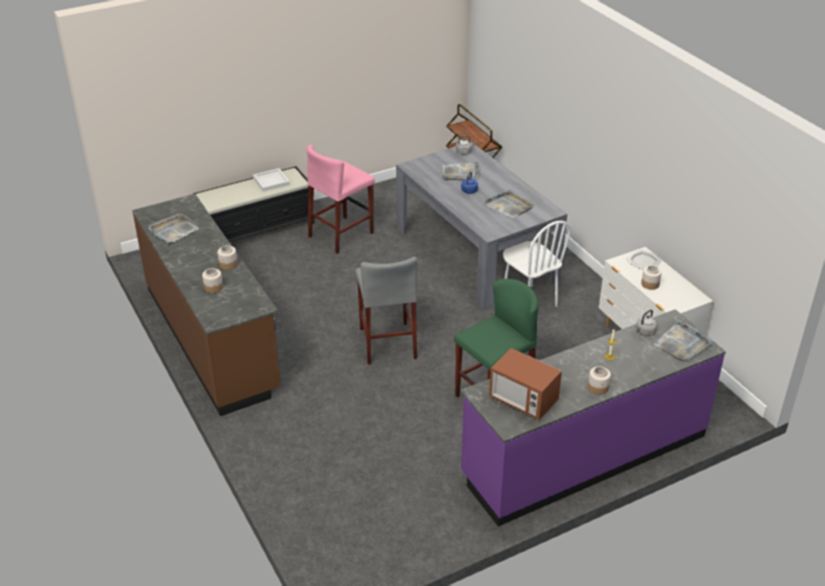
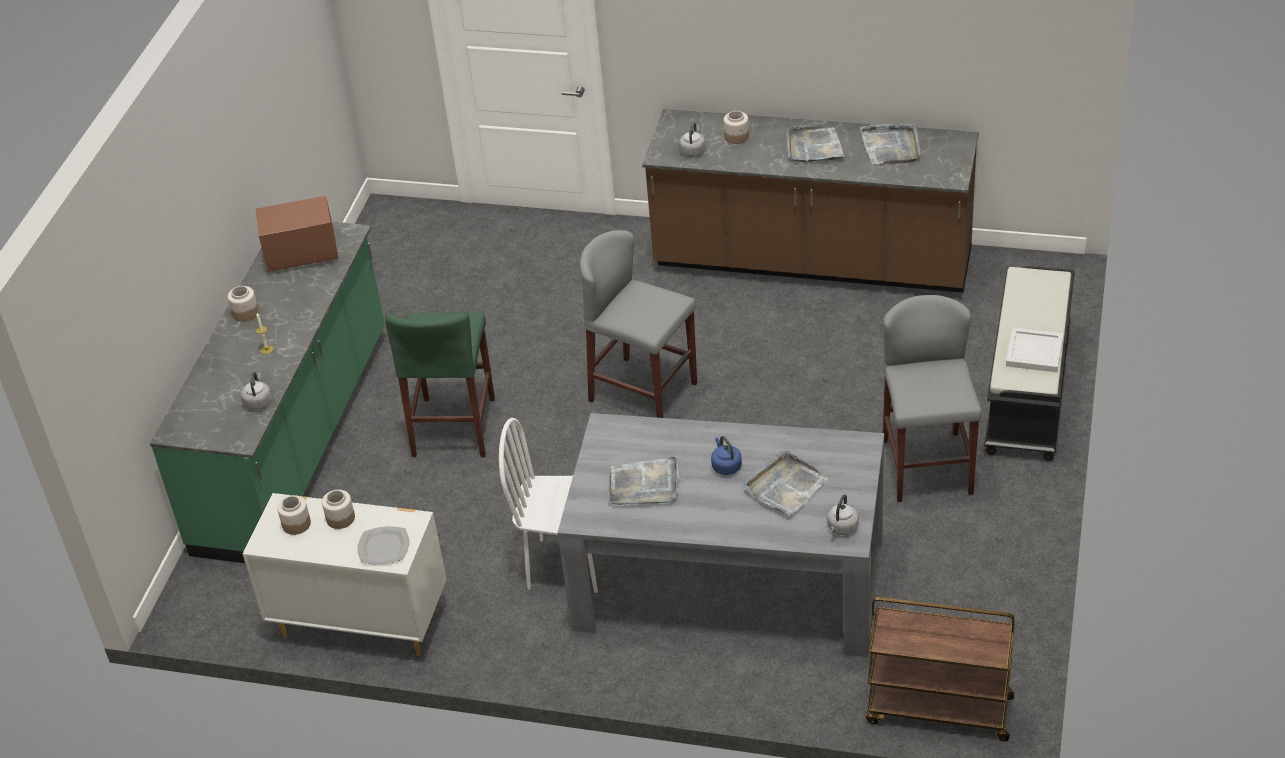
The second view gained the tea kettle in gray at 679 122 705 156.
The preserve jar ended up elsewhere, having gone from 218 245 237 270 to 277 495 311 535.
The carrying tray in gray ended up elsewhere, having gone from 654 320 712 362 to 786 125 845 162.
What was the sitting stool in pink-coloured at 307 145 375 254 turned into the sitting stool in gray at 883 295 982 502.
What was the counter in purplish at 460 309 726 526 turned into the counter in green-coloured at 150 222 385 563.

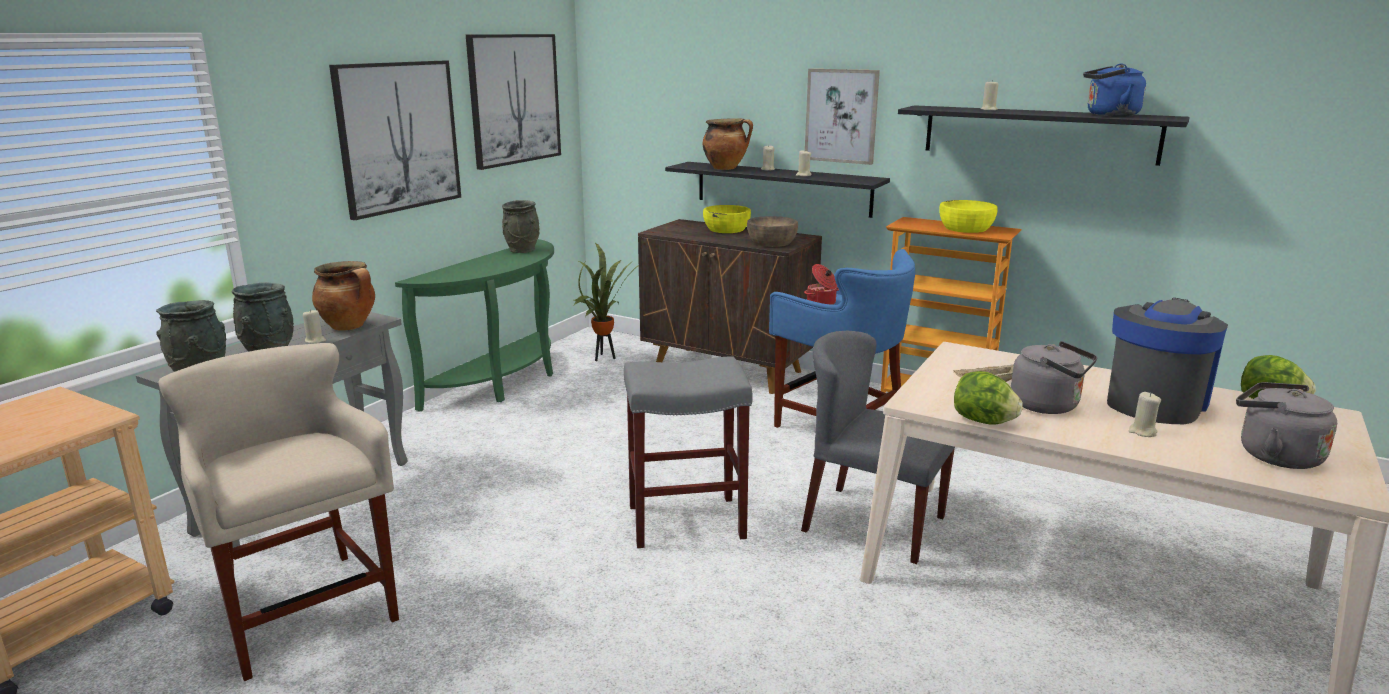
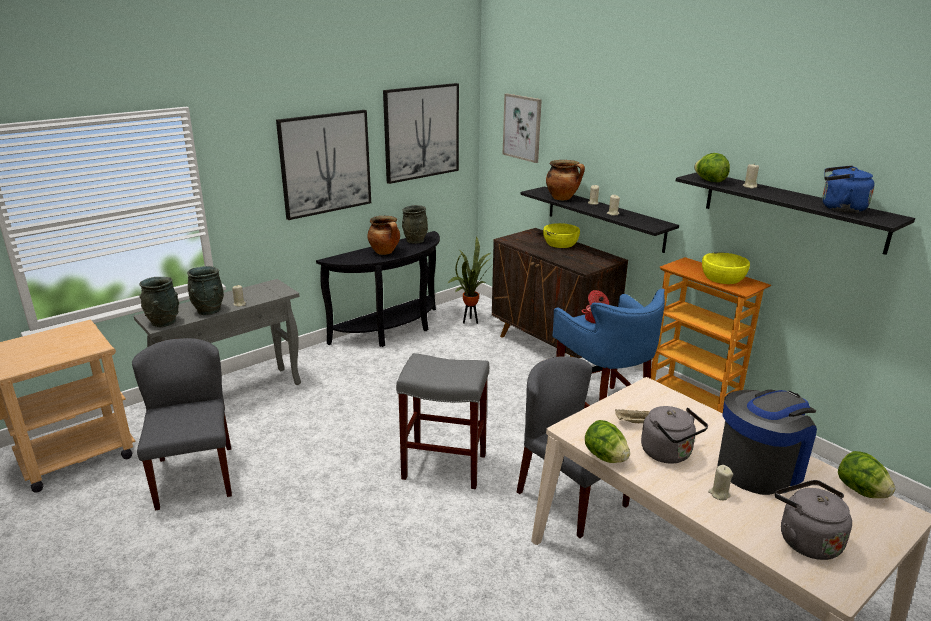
The second view lost the deep dish in brown at 747 216 798 247.
The second view gained the lettuce at 694 153 730 182.
The stockpot ended up elsewhere, having gone from 312 261 375 331 to 367 216 400 255.
The wall art ended up elsewhere, having gone from 805 69 880 165 to 503 94 542 163.
Where the sitting stool in sand-coloured stood at 159 343 399 681, the plain chair in gray came to stand at 132 338 232 511.
What was the console table in green-coloured at 395 239 554 412 turned into the console table in blackish at 316 231 440 347.

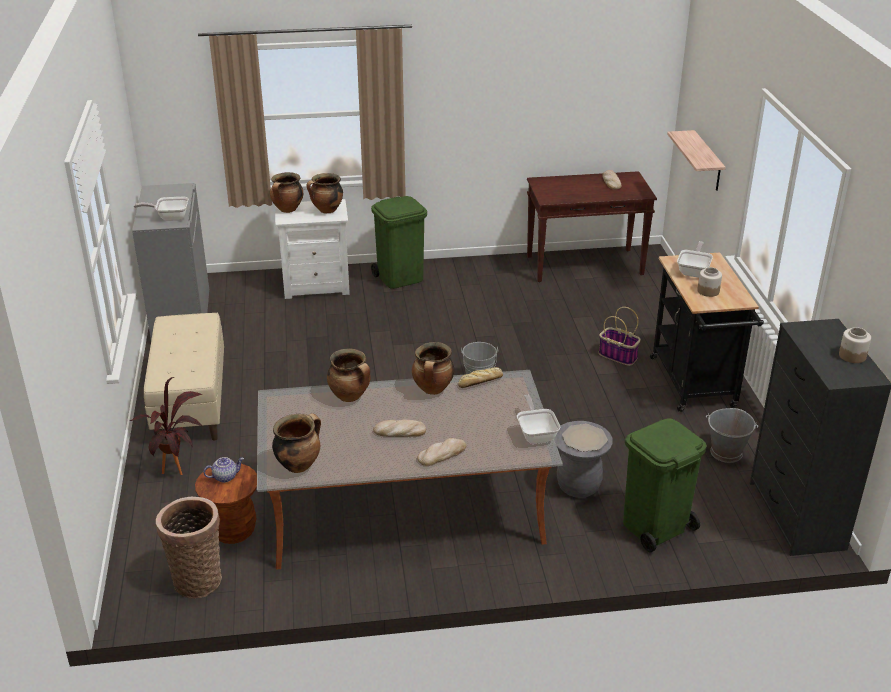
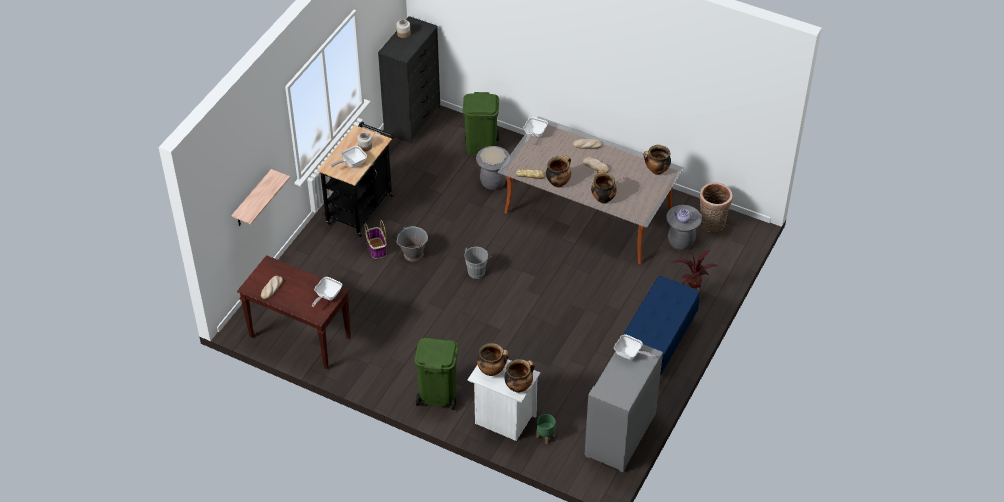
The second view gained the skillet at 312 277 342 307.
The second view gained the planter in green-coloured at 537 414 556 444.
The water bucket in gray ended up elsewhere, having gone from 706 408 758 463 to 397 226 428 262.
What was the long seat in sand-coloured at 144 313 224 441 turned into the long seat in blue at 623 276 700 376.
What was the sitting stool in brown at 195 464 257 544 turned into the sitting stool in gray at 666 205 702 250.

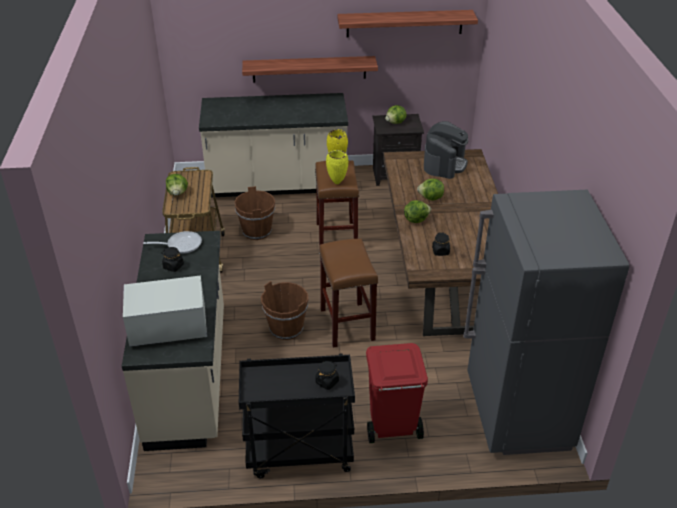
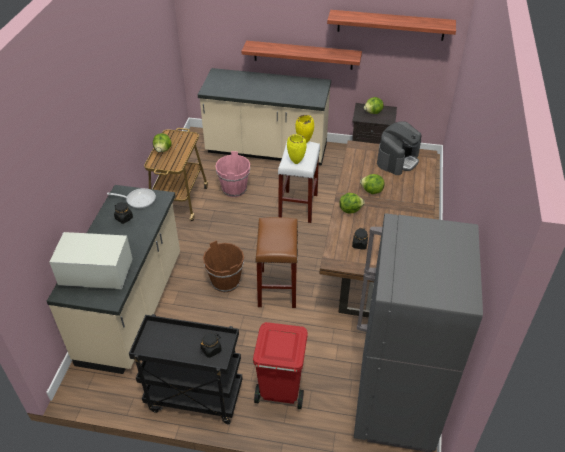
What was the water bucket in brown at 234 186 275 240 turned into the water bucket in pink-coloured at 215 151 250 197.
What was the sitting stool in brown at 315 160 359 247 turned into the sitting stool in white at 278 142 320 223.

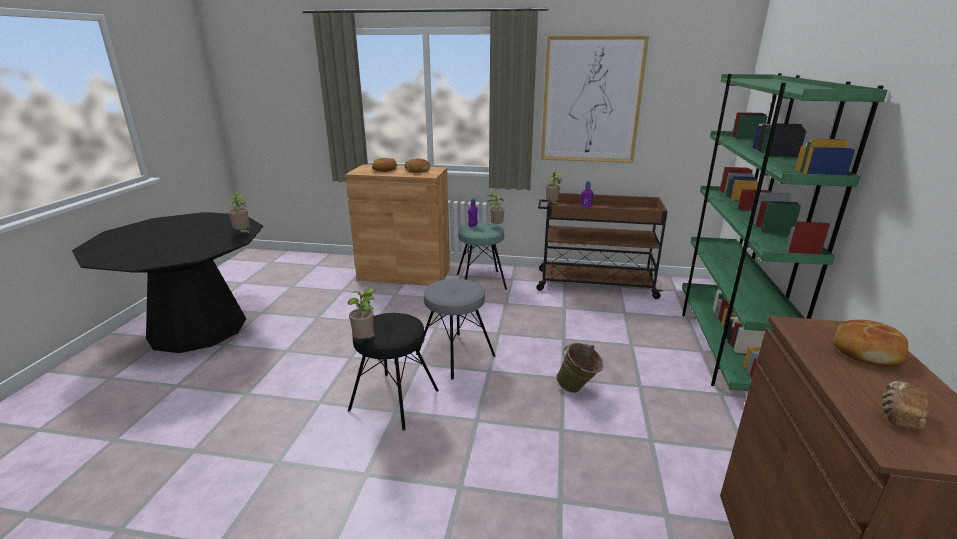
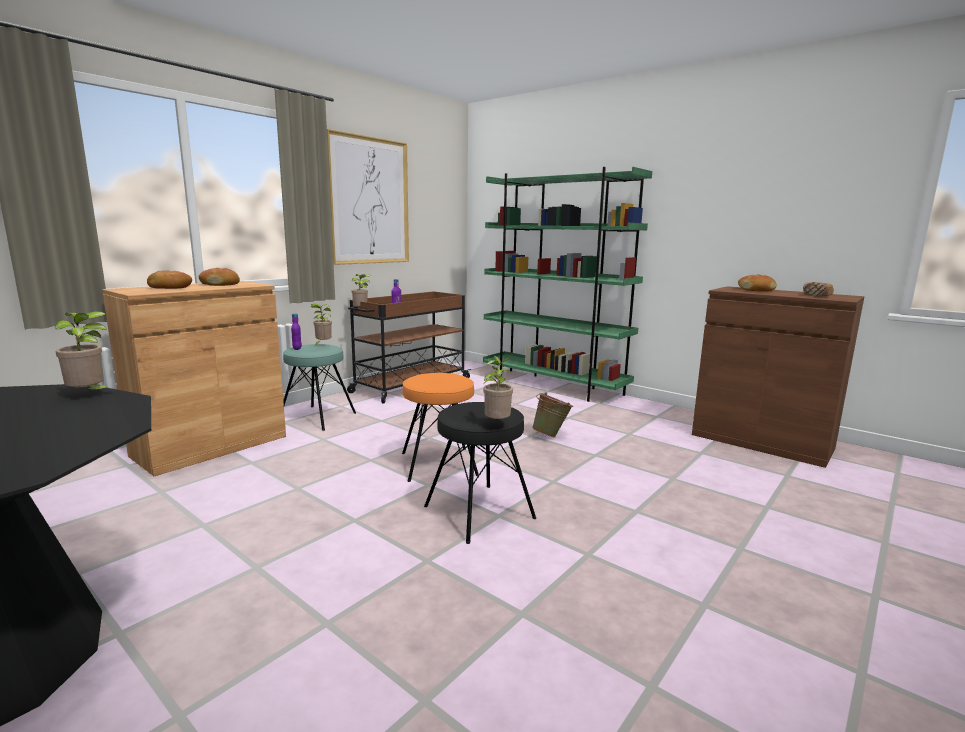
What was the sitting stool in gray at 416 279 495 380 turned into the sitting stool in orange-coloured at 402 373 479 482.

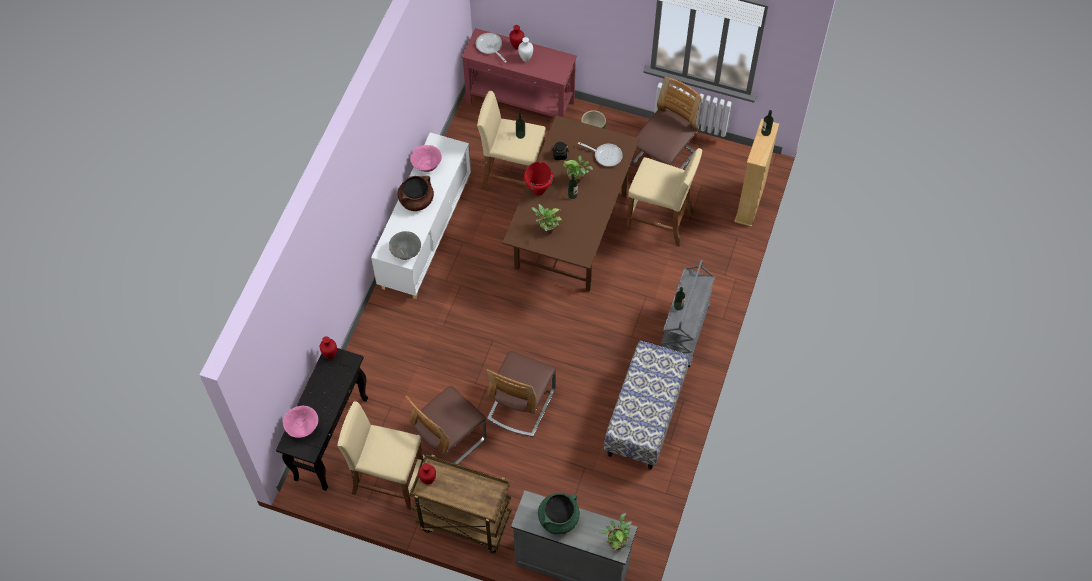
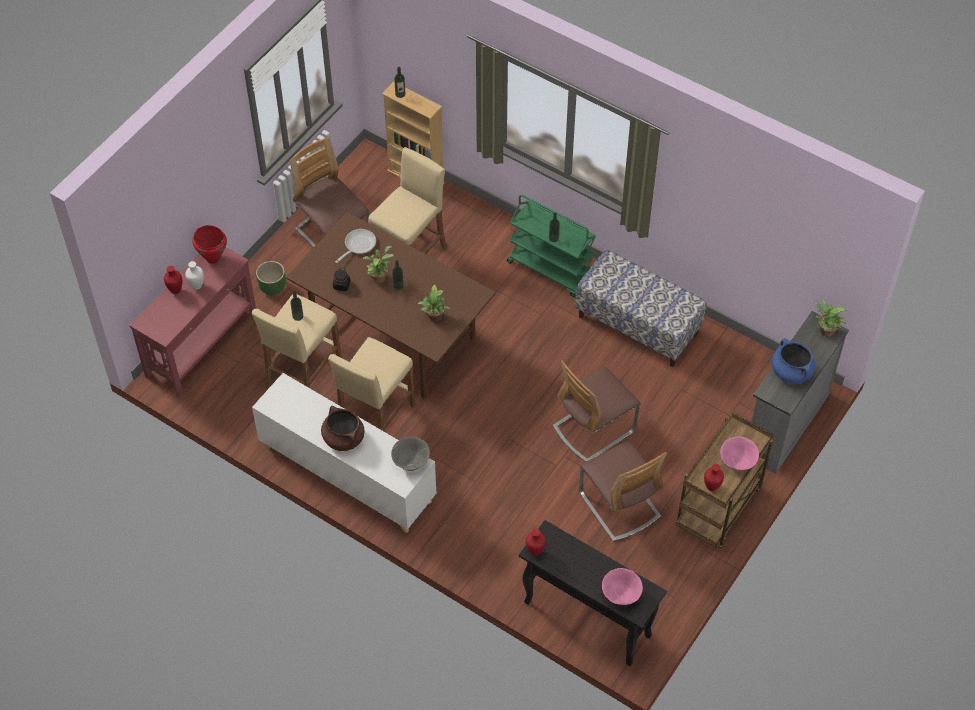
The second view lost the skillet at 476 33 507 63.
The sitting stool in sand-coloured ended up elsewhere, having gone from 337 401 424 510 to 328 337 415 431.
The deep dish in pink-coloured ended up elsewhere, having gone from 410 145 442 172 to 720 437 759 470.
The stockpot in reddish ended up elsewhere, having gone from 524 161 553 196 to 192 225 227 264.
What was the stockpot in green-coloured at 538 493 580 535 turned into the stockpot in blue at 772 338 815 384.
What was the wheeled cart in gray at 661 260 715 367 turned into the wheeled cart in green-coloured at 507 194 596 297.
The plain chair at 487 351 556 437 ended up facing another way, 105 degrees clockwise from before.

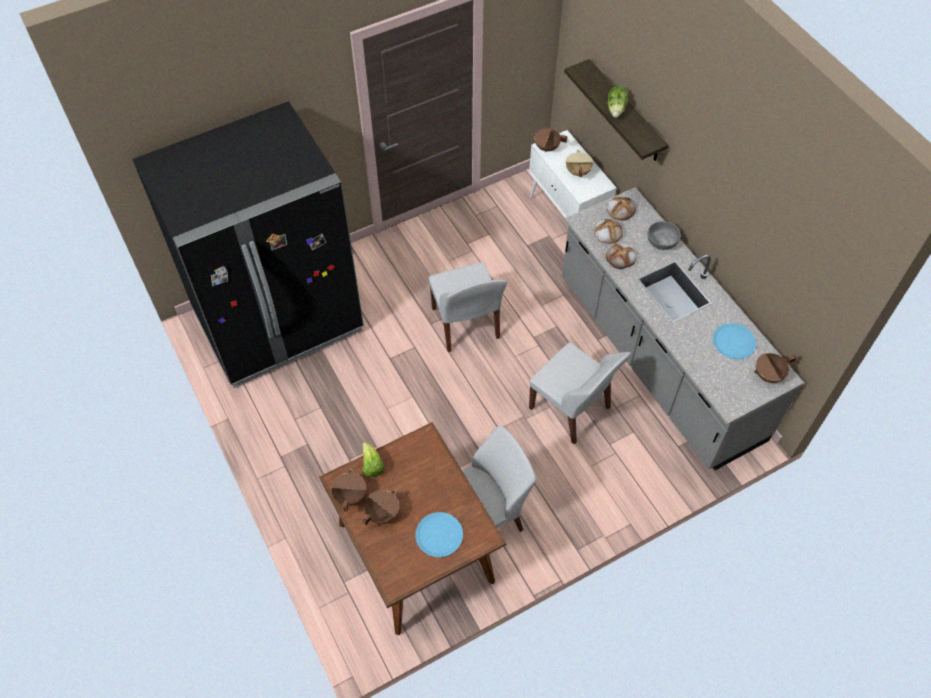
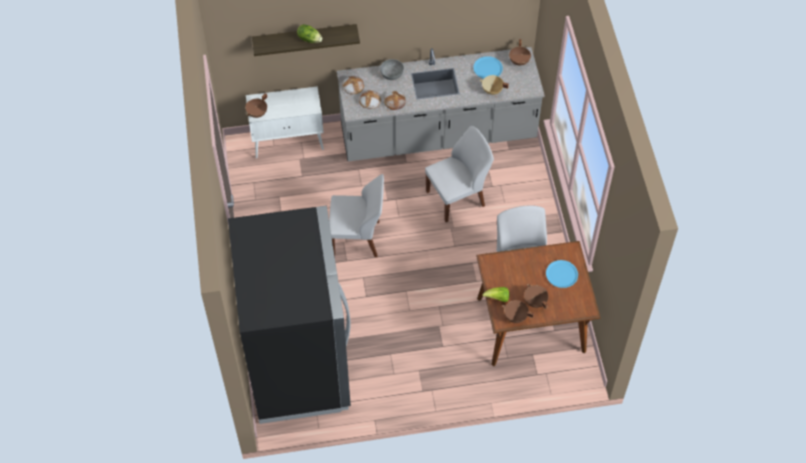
The stockpot in sand-coloured ended up elsewhere, having gone from 566 150 593 177 to 480 75 509 95.

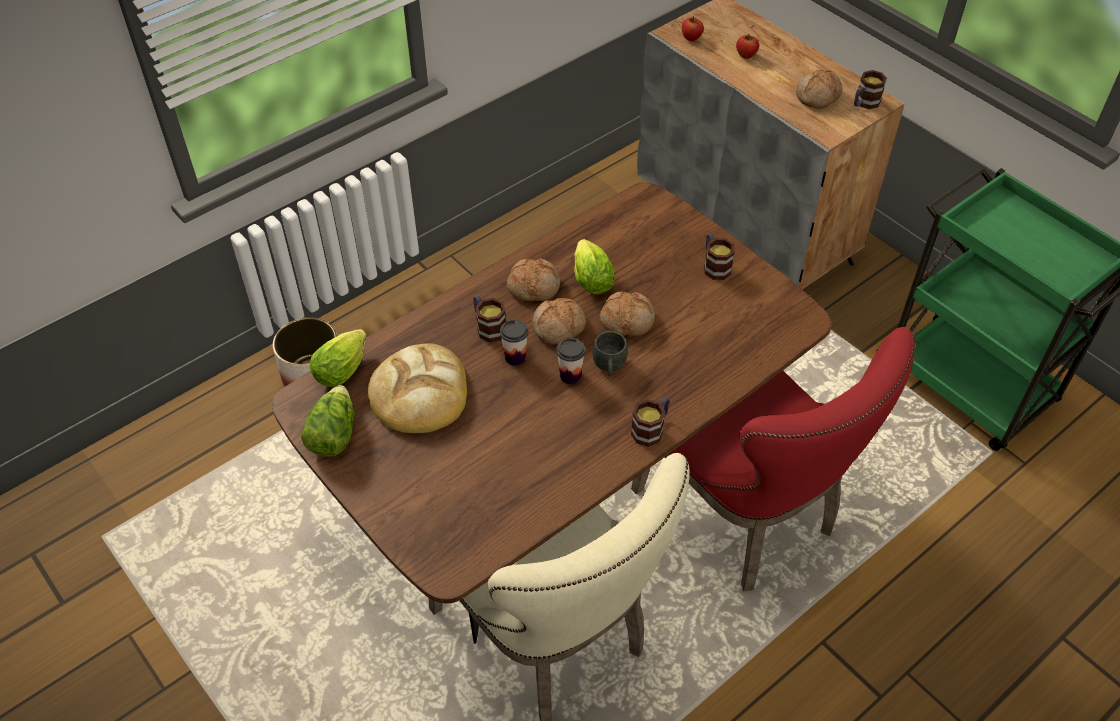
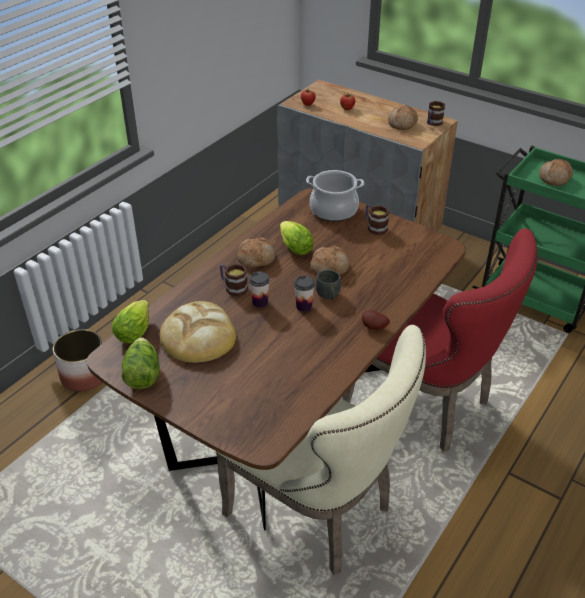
The second view gained the stockpot at 306 170 364 222.
The baked bread ended up elsewhere, having gone from 532 298 586 345 to 539 159 573 186.
Where the coffee mug stood at 631 397 669 447, the potato came to stand at 362 310 390 330.

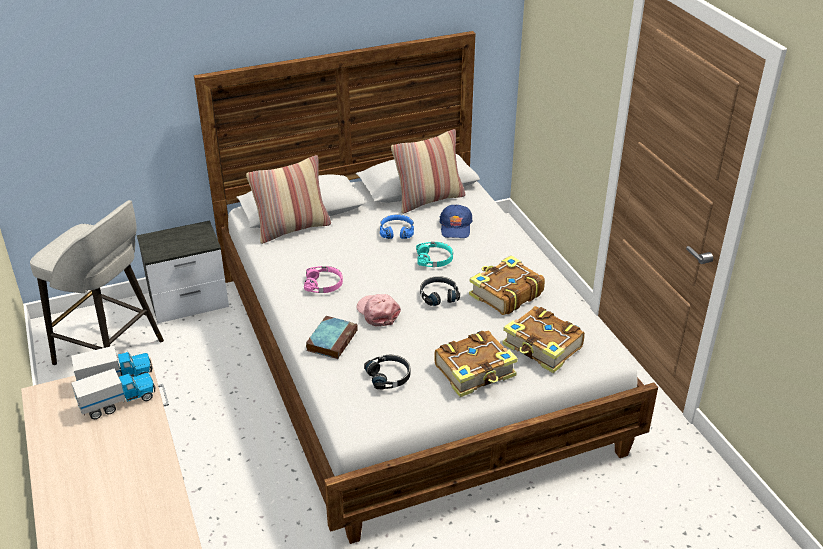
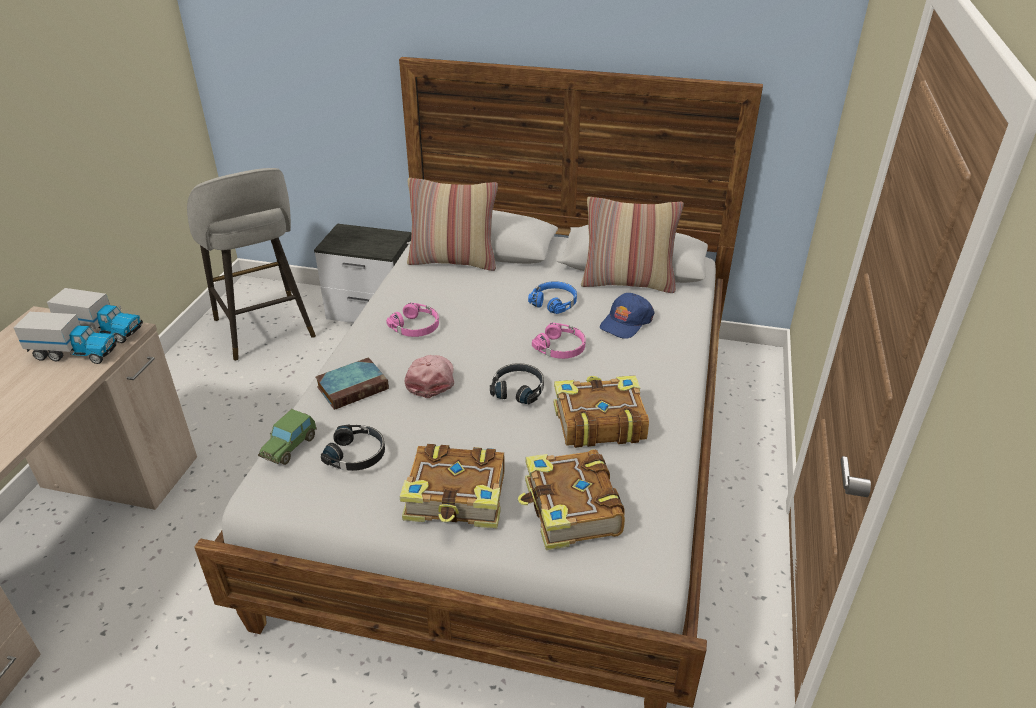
The second view gained the toy car at 258 409 317 465.
What was the headset in blue-green at 416 242 453 267 turned into the headset in pink-coloured at 532 323 586 359.

